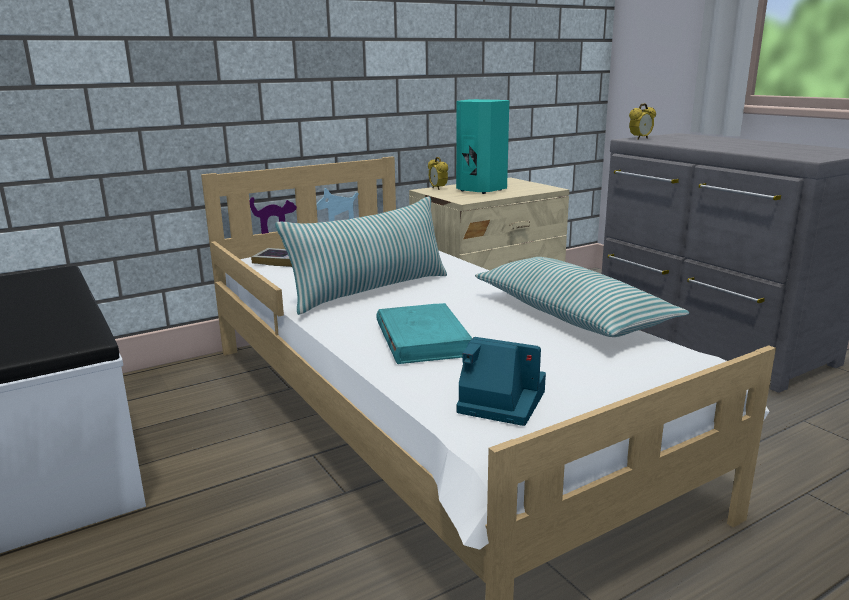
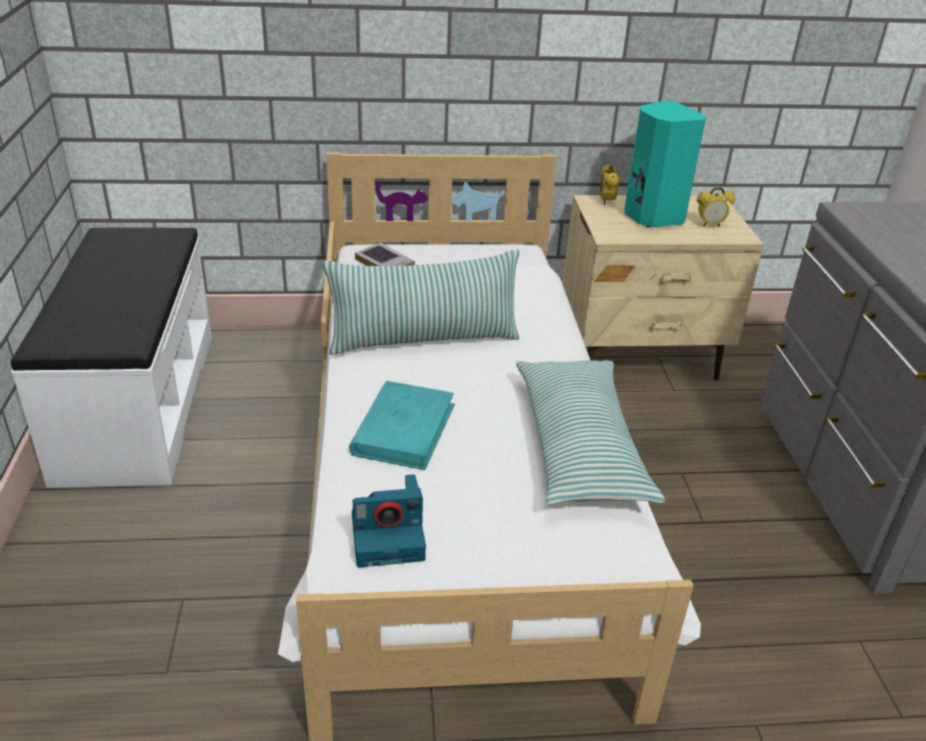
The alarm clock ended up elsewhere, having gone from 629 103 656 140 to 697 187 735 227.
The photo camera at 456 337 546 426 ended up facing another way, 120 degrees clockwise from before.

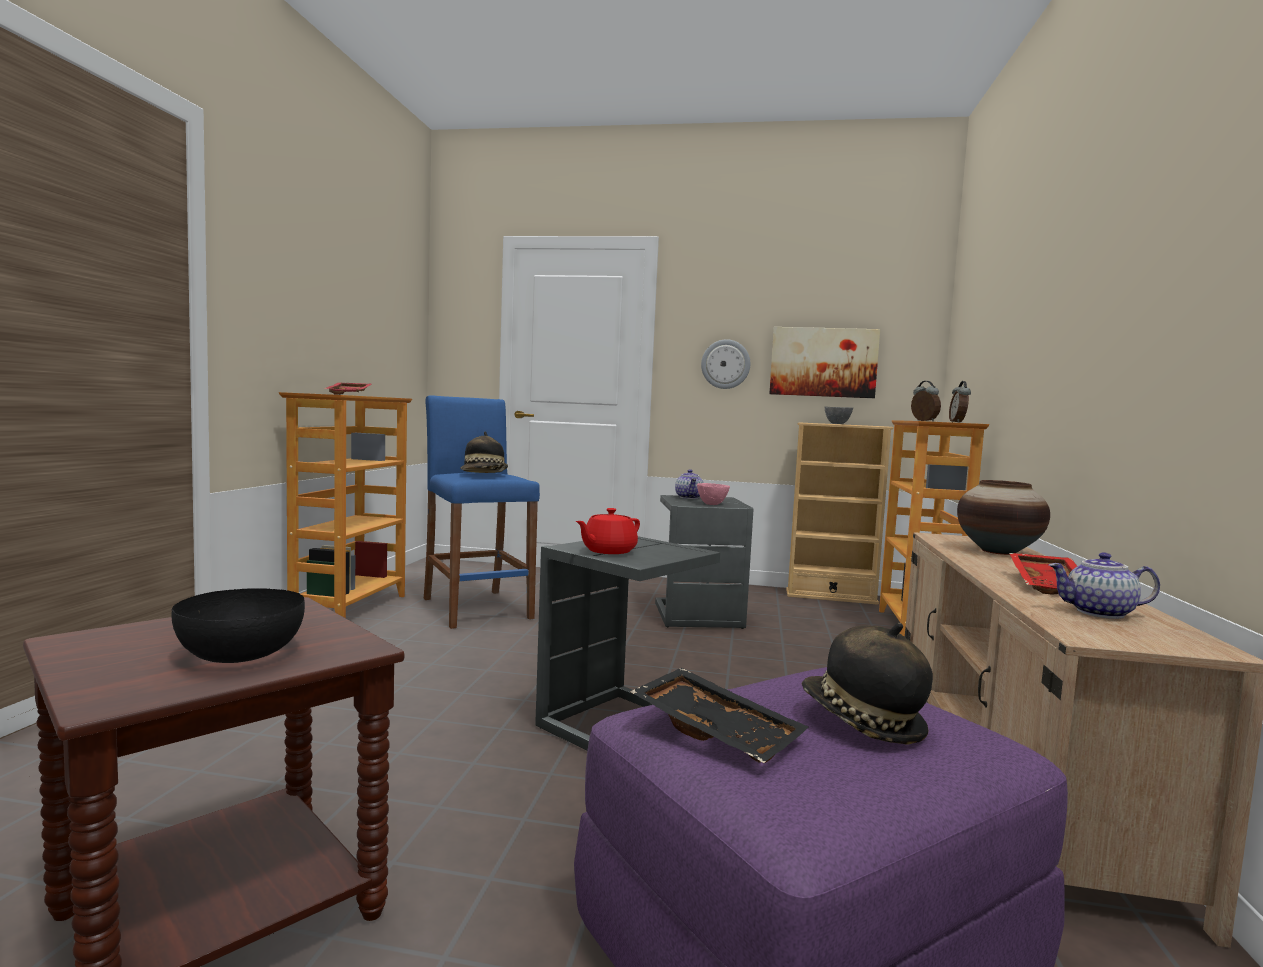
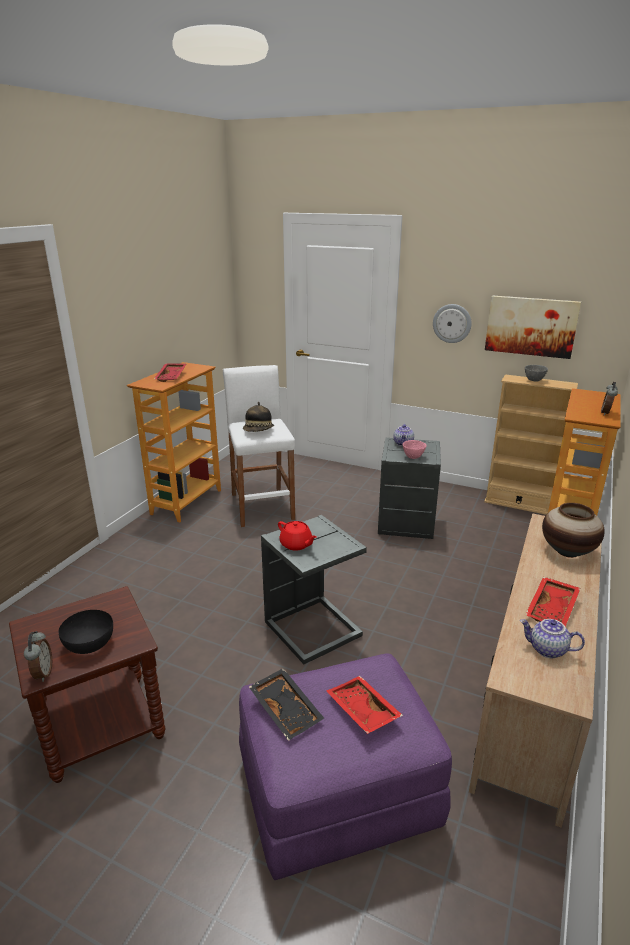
The alarm clock ended up elsewhere, having gone from 911 381 941 421 to 24 631 52 682.
Where the wearable hat stood at 802 623 933 745, the carrying tray in reddish came to stand at 326 676 403 734.
What was the sitting stool in blue at 424 395 540 629 turned into the sitting stool in white at 223 365 295 527.
The teapot in reddish at 576 508 640 554 ended up facing another way, 105 degrees counterclockwise from before.

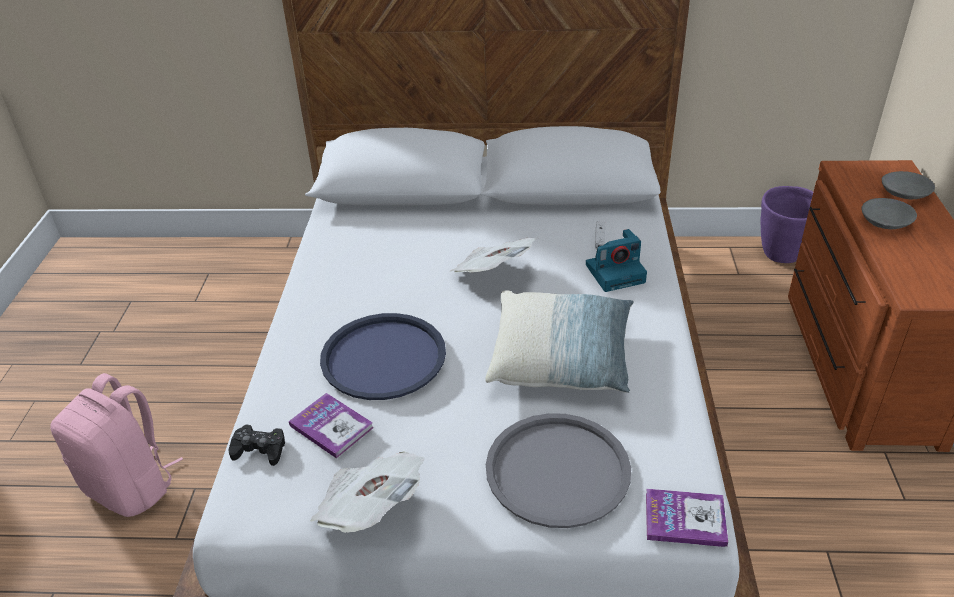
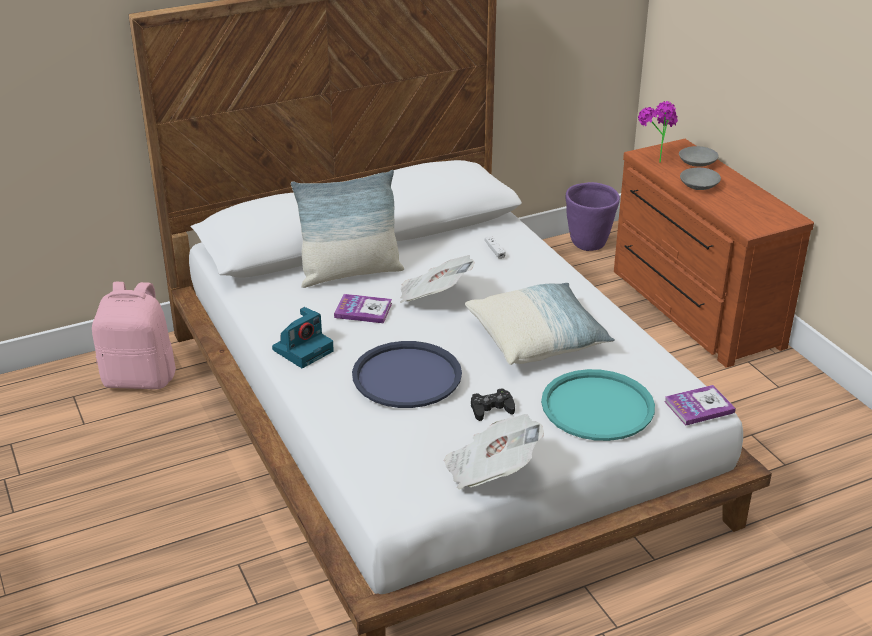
The second view gained the throw pillow at 291 170 404 288.
The second view gained the potted plant at 638 101 678 163.
The backpack in pink-coloured ended up elsewhere, having gone from 50 373 183 517 to 92 282 176 389.
The game controller in blackish ended up elsewhere, having gone from 229 425 285 466 to 471 389 515 421.
The book ended up elsewhere, having gone from 289 393 374 458 to 334 294 392 323.
The photo camera ended up elsewhere, having gone from 586 229 647 292 to 272 307 334 368.
What was the carrying tray in gray at 486 413 631 528 turned into the carrying tray in blue-green at 541 369 655 441.

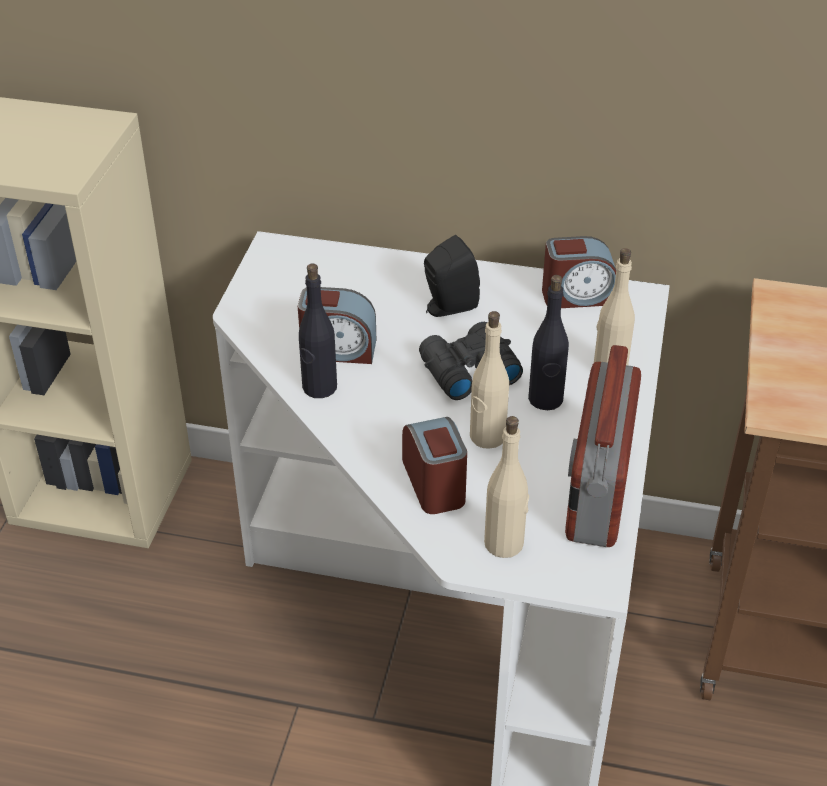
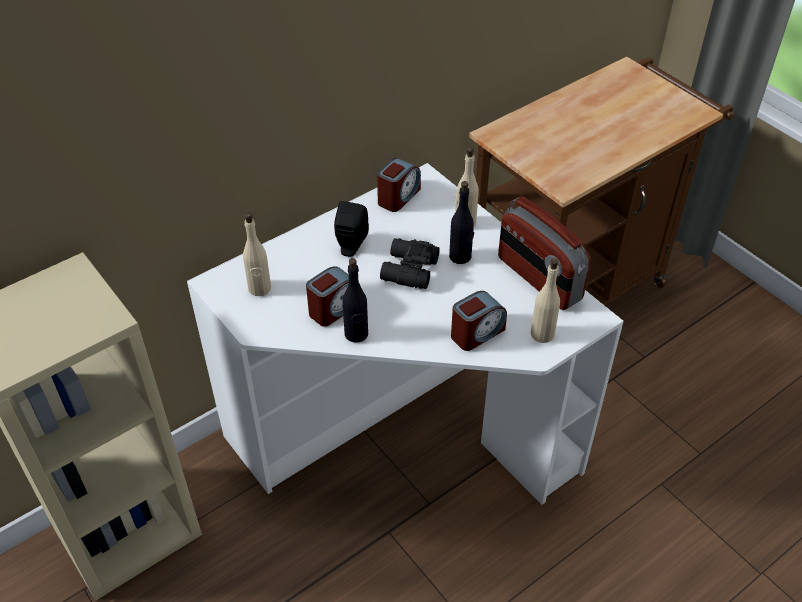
The drink bottle in sand-coloured ended up elsewhere, having gone from 470 311 509 449 to 243 213 271 296.
The alarm clock at 402 417 467 514 ended up facing another way, 120 degrees clockwise from before.

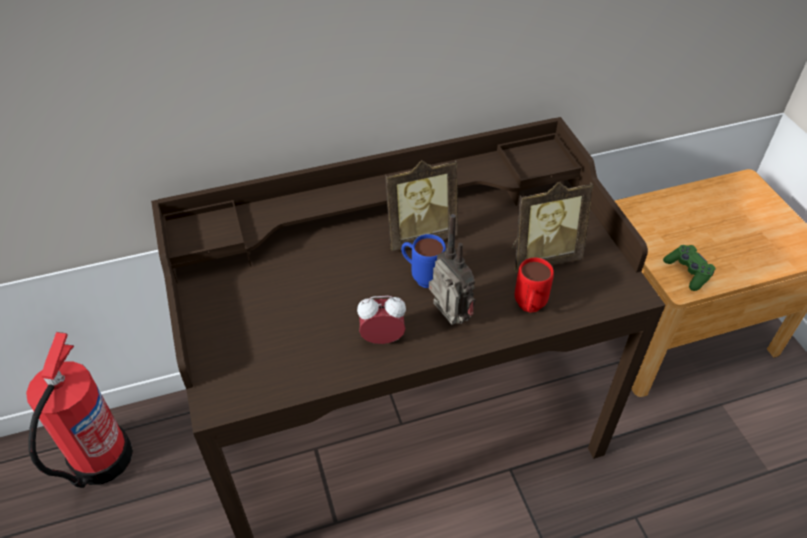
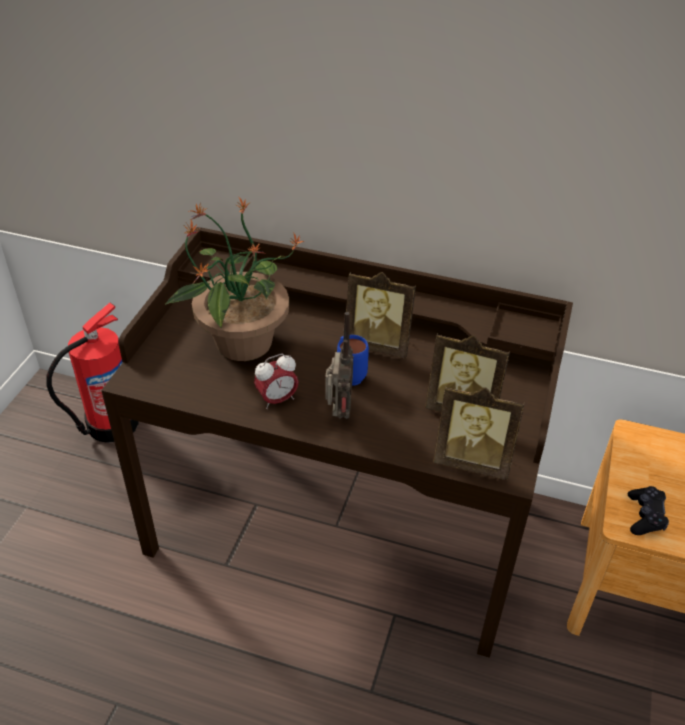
The second view lost the coffee mug in reddish at 515 258 554 313.
The second view gained the potted plant at 165 196 304 361.
The second view gained the standing frame at 433 387 525 480.
What was the game controller in green-coloured at 663 245 716 291 turned into the game controller in blackish at 628 486 669 535.
The alarm clock at 357 296 406 344 ended up facing another way, 120 degrees clockwise from before.

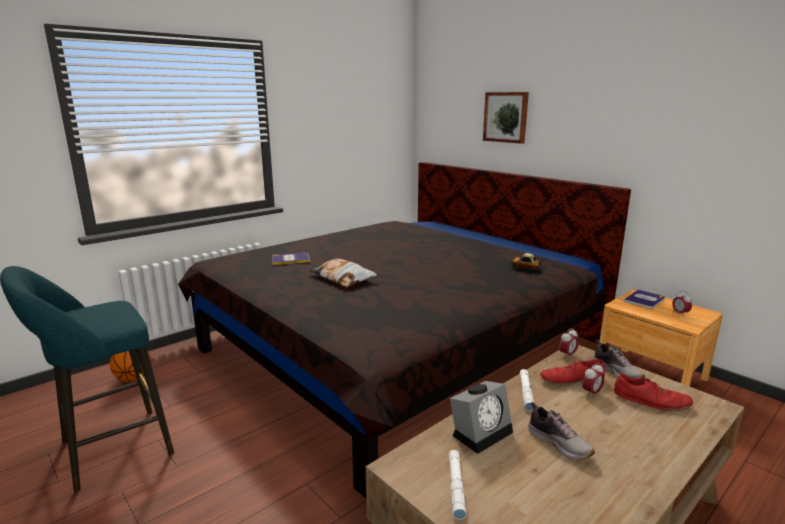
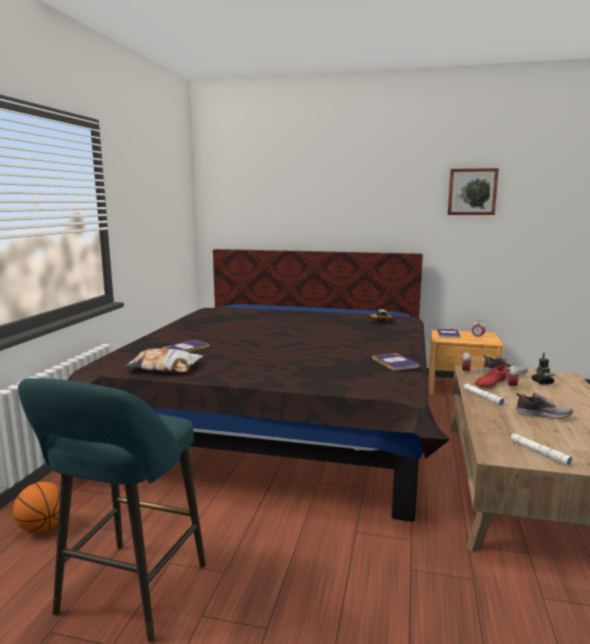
The second view lost the alarm clock at 450 381 513 454.
The second view gained the book at 372 353 419 371.
The throw pillow ended up elsewhere, having gone from 310 259 377 287 to 124 349 203 372.
The wall art ended up elsewhere, having gone from 483 92 529 144 to 447 168 499 215.
Where the shoe in reddish stood at 614 374 693 411, the robot figure came to stand at 531 352 555 385.

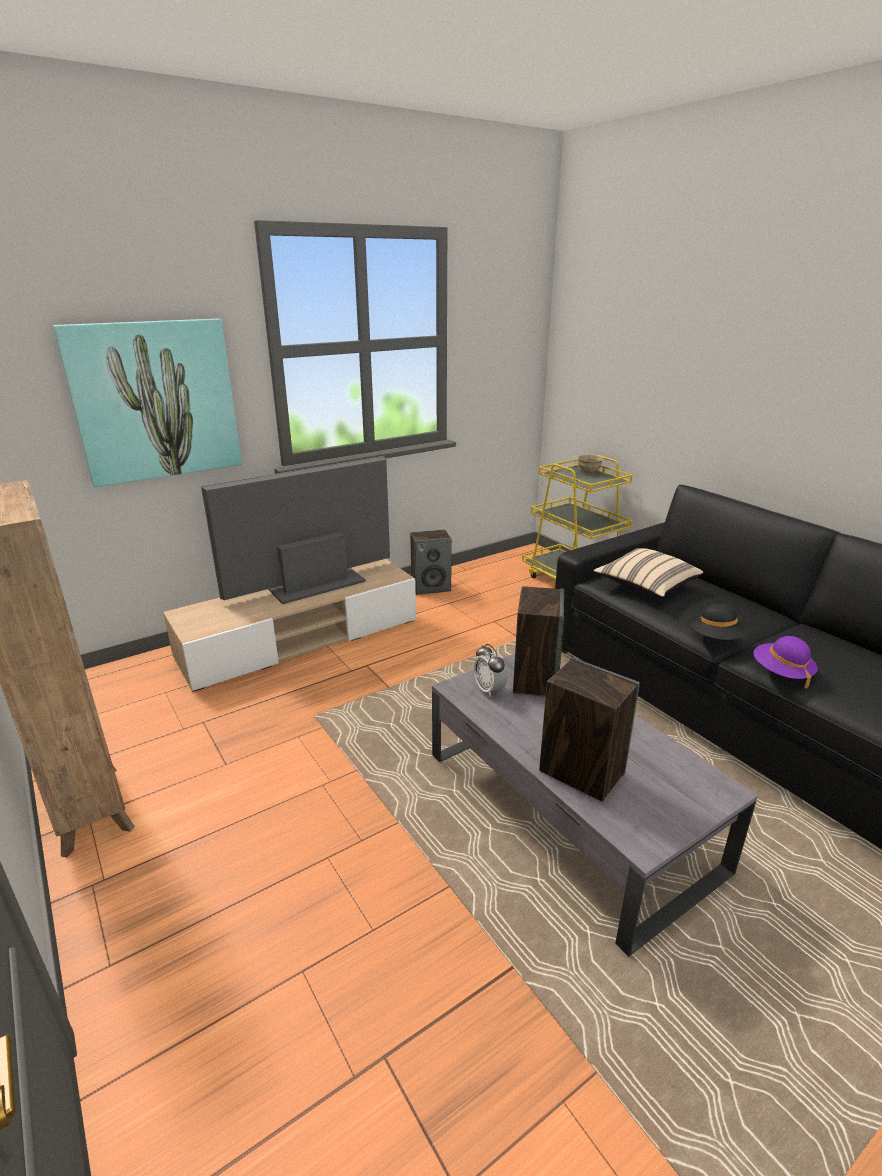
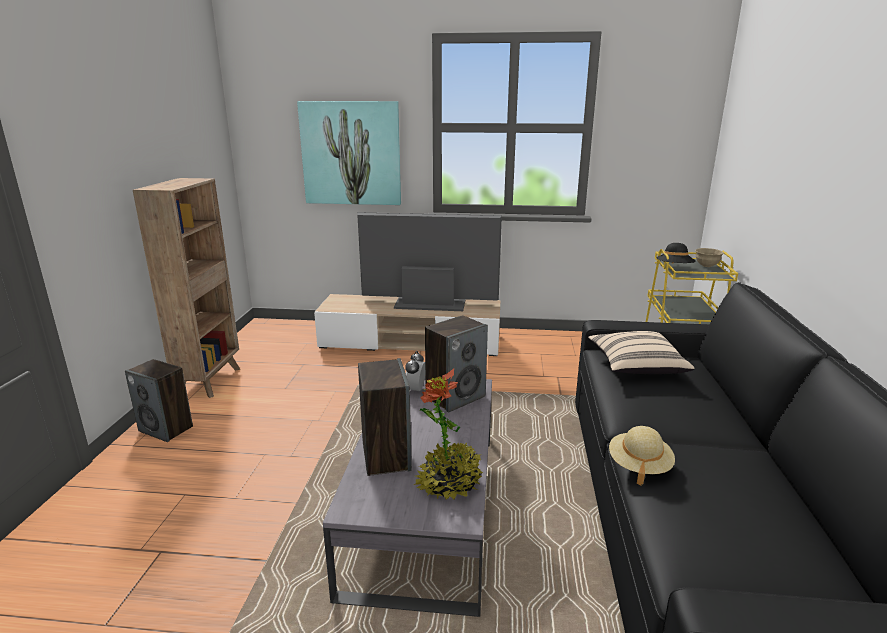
The second view gained the potted plant at 414 369 483 499.
The speaker ended up elsewhere, having gone from 410 530 452 595 to 125 359 193 442.
The wearable hat in blackish ended up elsewhere, having gone from 691 603 750 640 to 657 243 696 264.
What was the wearable hat in purplish at 753 636 818 688 turned into the wearable hat in sand-coloured at 609 426 675 486.

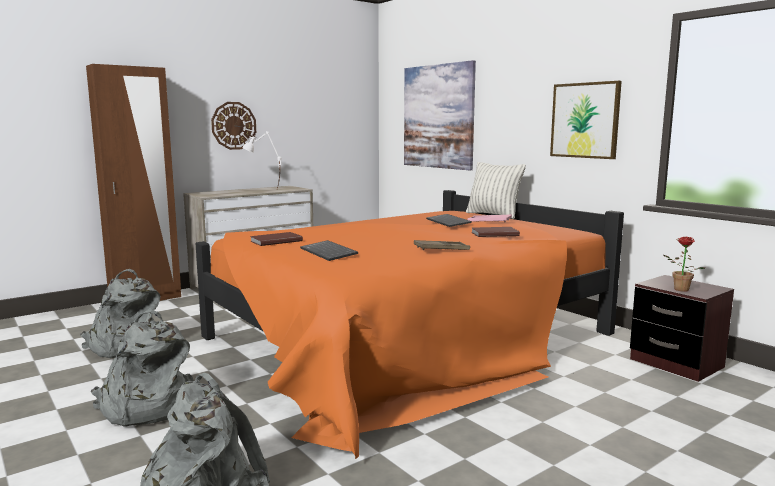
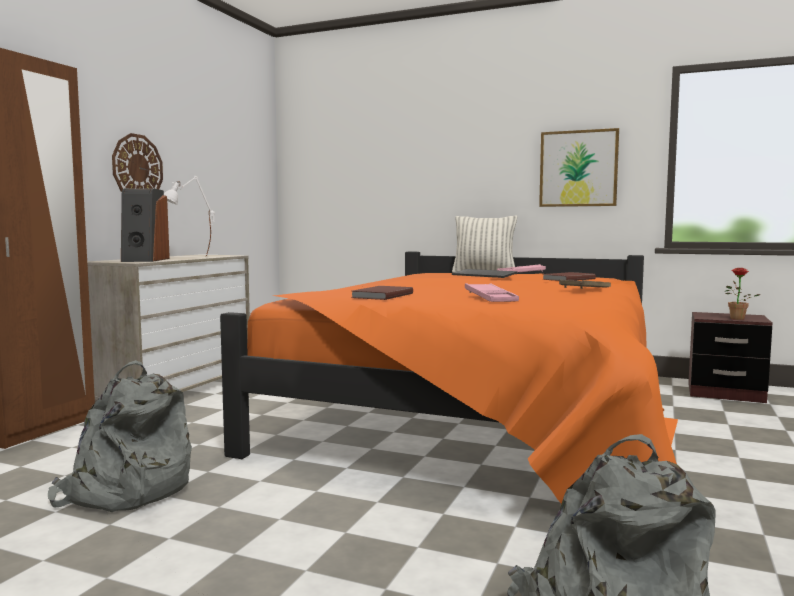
The second view lost the backpack in gray at 91 310 194 427.
The second view lost the wall art at 404 60 476 170.
The second view gained the speaker at 121 188 170 262.
Where the PC keyboard stood at 300 240 358 261, the carrying tray in pink-coloured came to stand at 465 283 519 302.

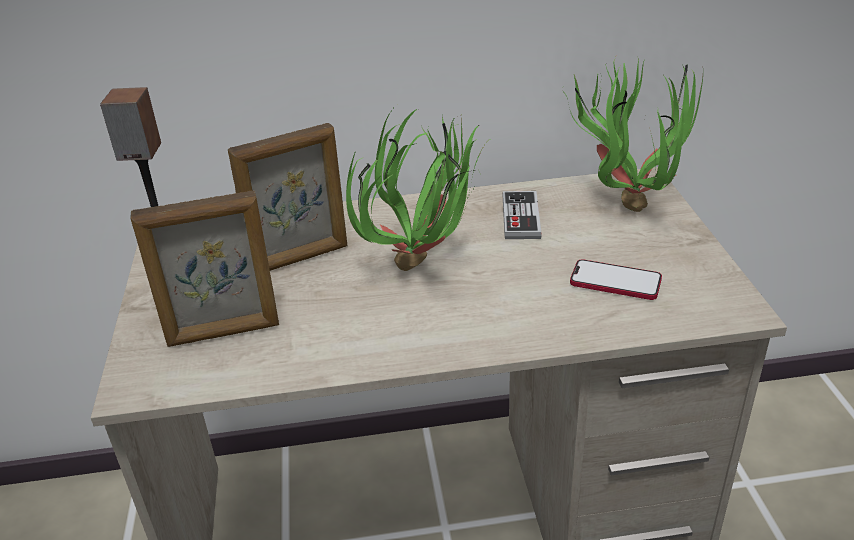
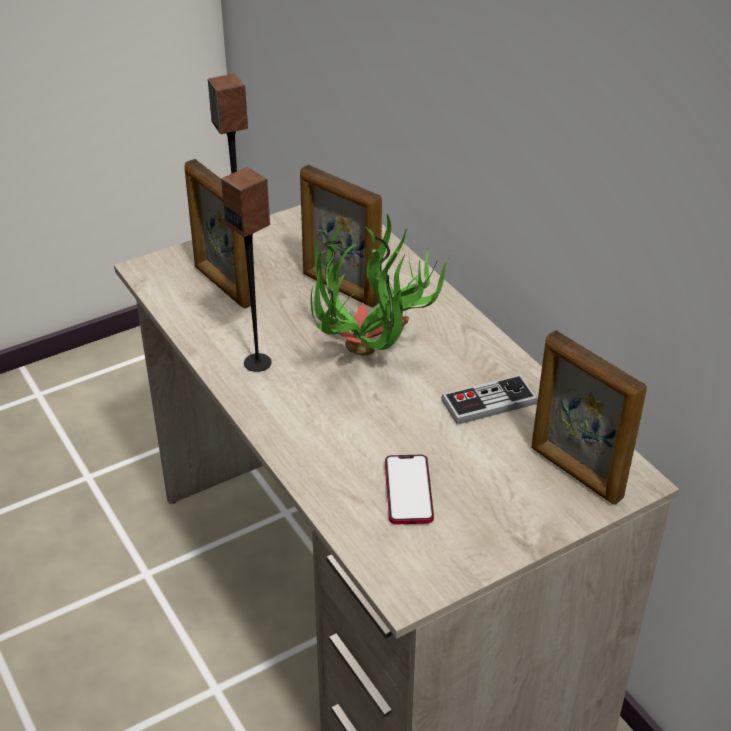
The second view gained the speaker at 221 167 272 372.
Where the potted plant stood at 565 57 703 212, the standing frame came to stand at 531 330 647 505.

